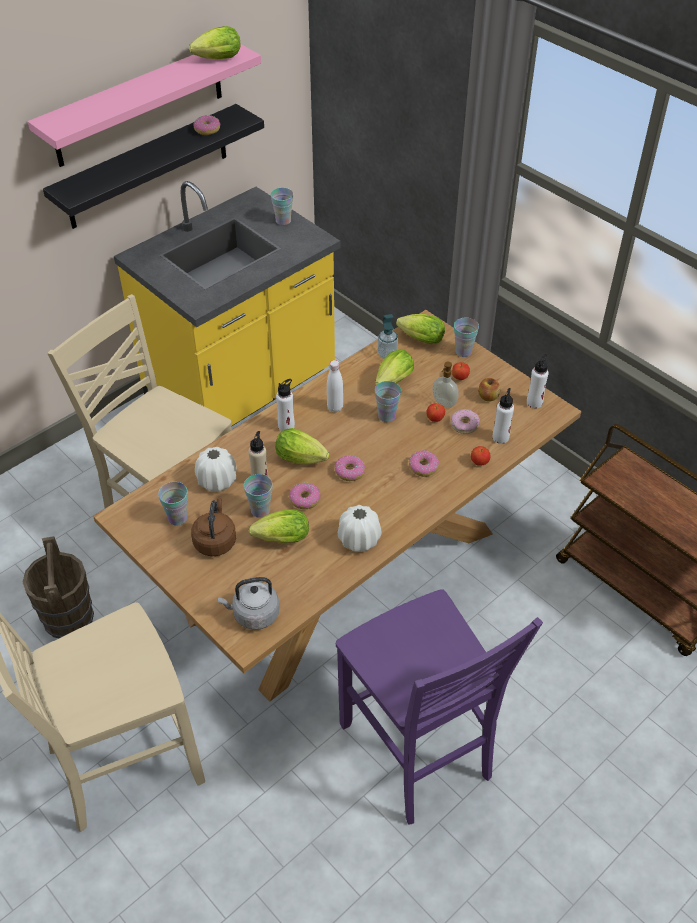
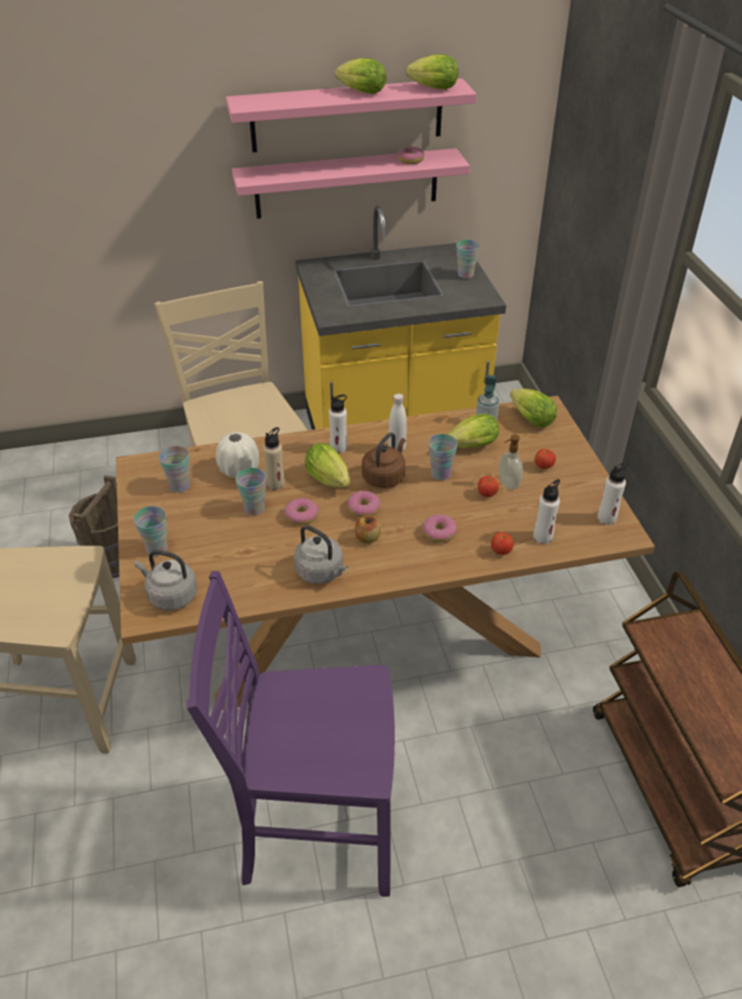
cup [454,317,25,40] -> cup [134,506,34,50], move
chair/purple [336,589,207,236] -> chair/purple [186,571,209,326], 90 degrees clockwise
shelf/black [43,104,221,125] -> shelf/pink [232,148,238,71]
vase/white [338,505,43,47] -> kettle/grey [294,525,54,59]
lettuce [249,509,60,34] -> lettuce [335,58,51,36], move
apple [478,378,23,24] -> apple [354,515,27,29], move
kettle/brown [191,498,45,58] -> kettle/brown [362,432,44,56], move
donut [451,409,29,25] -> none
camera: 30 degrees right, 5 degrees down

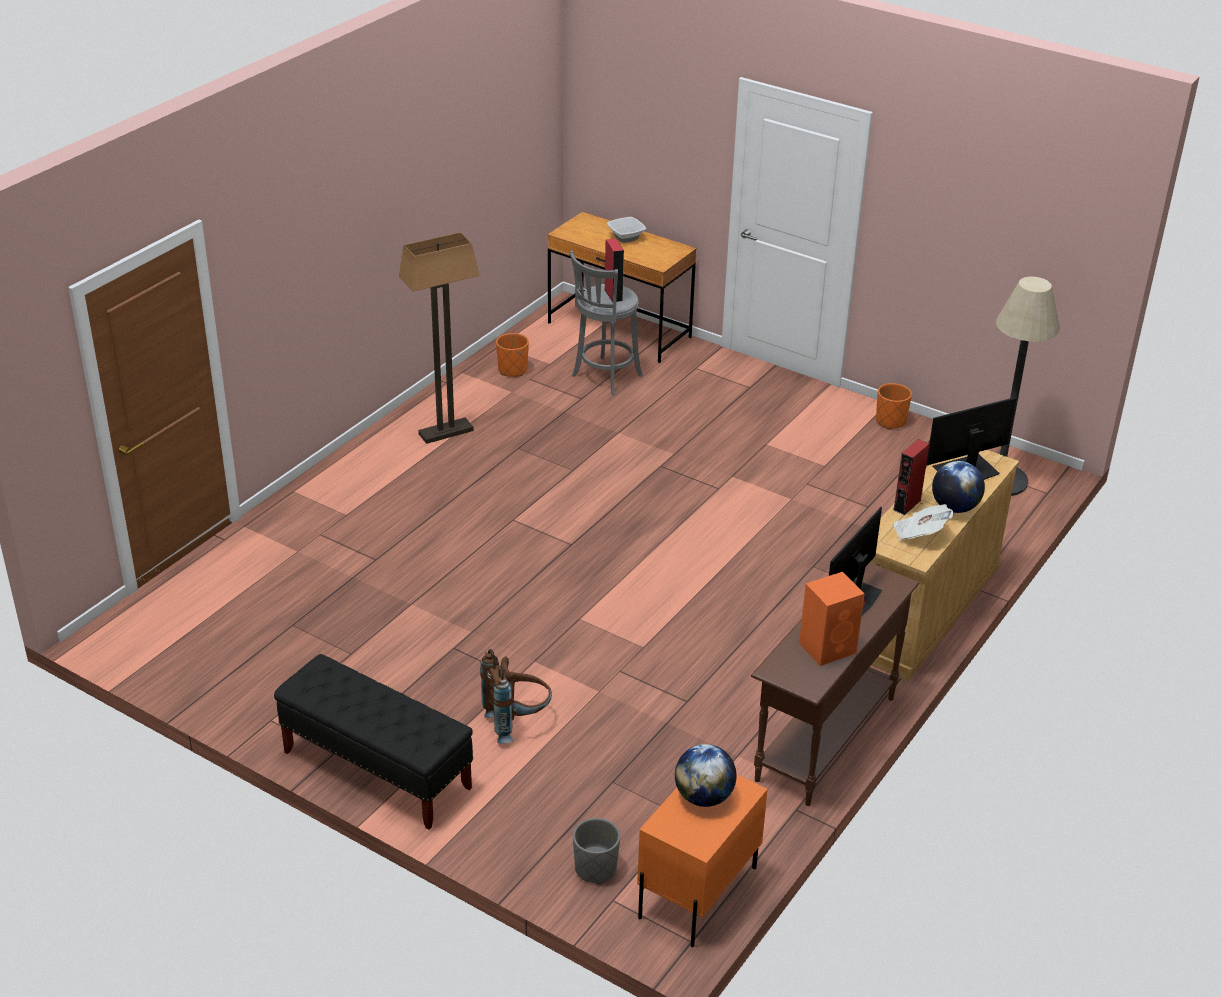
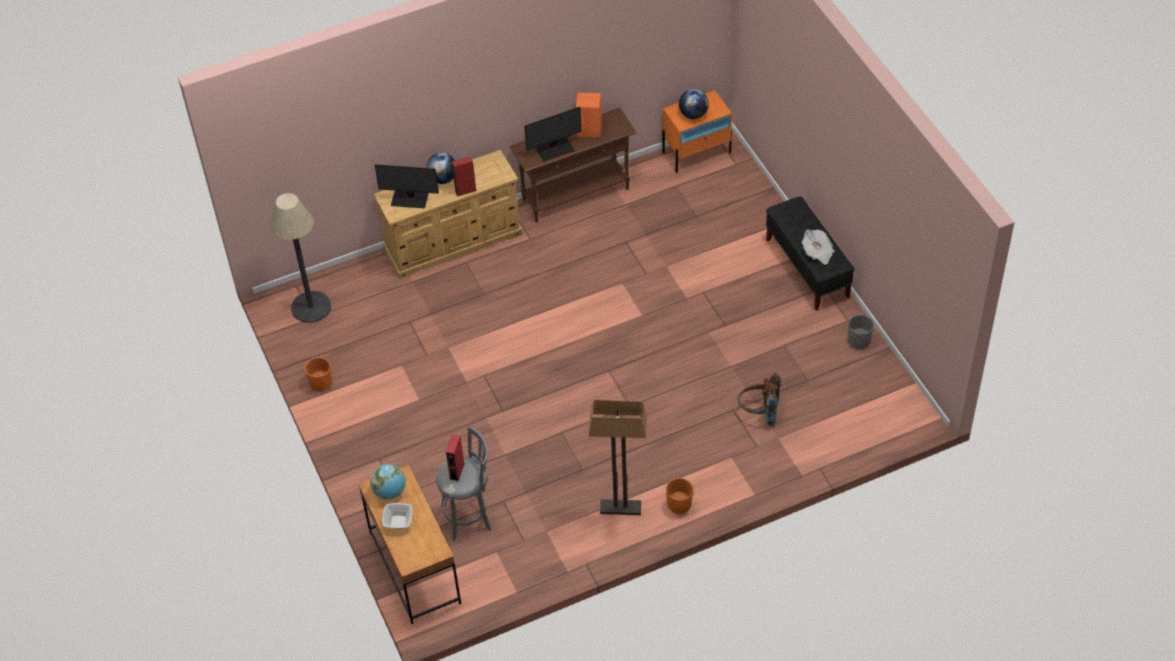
none -> globe [370,464,36,36]
planter/orange [496,333,33,44] -> planter/orange [666,478,27,37], move
backpack/brown [480,649,72,95] -> backpack/brown [738,373,43,53], move
newspaper [893,504,60,36] -> newspaper [802,230,33,35], move
planter/grey [573,818,47,67] -> planter/grey [848,314,26,35], move
camera: 145 degrees left, 15 degrees up

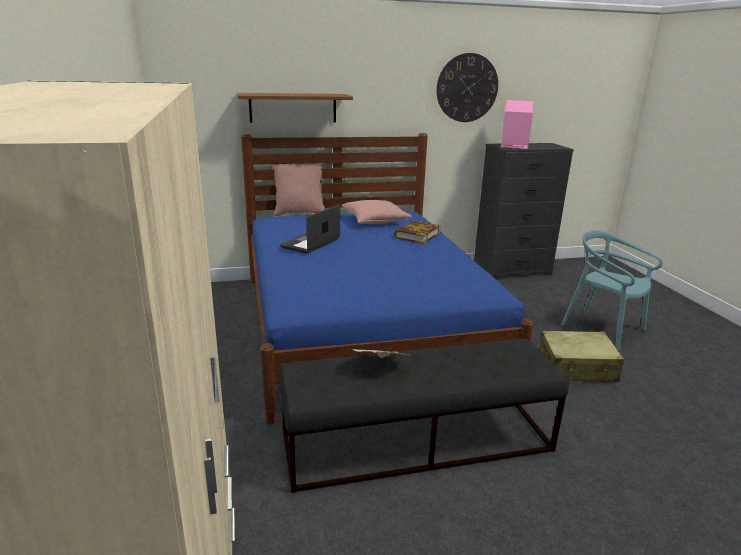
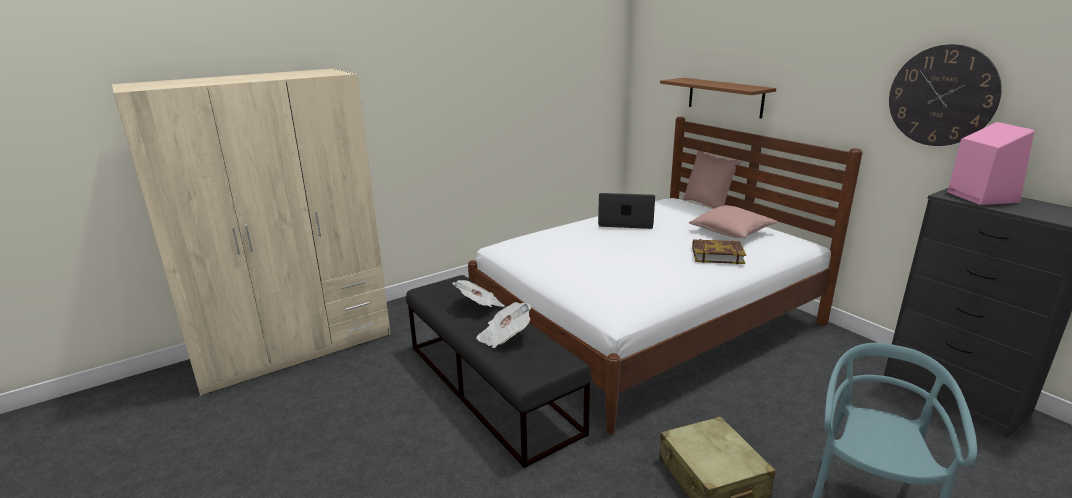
bed/blue [241,133,293,292] -> bed/white [468,117,395,317]
none -> newspaper [477,302,55,46]
camera: 70 degrees right, 0 degrees up

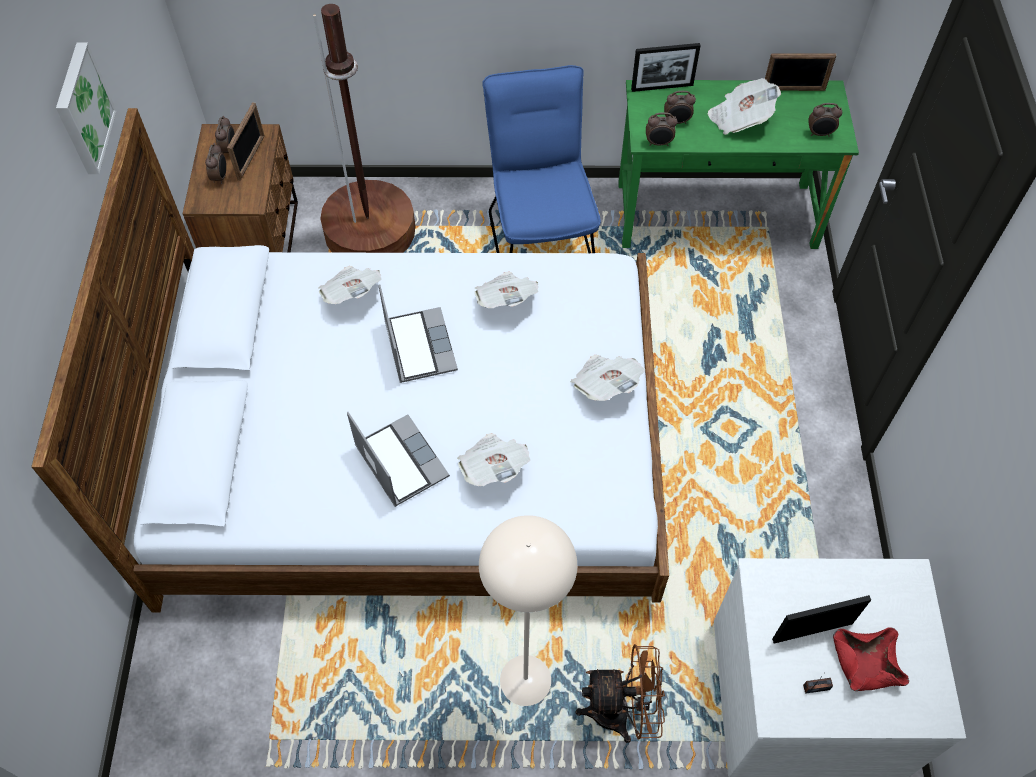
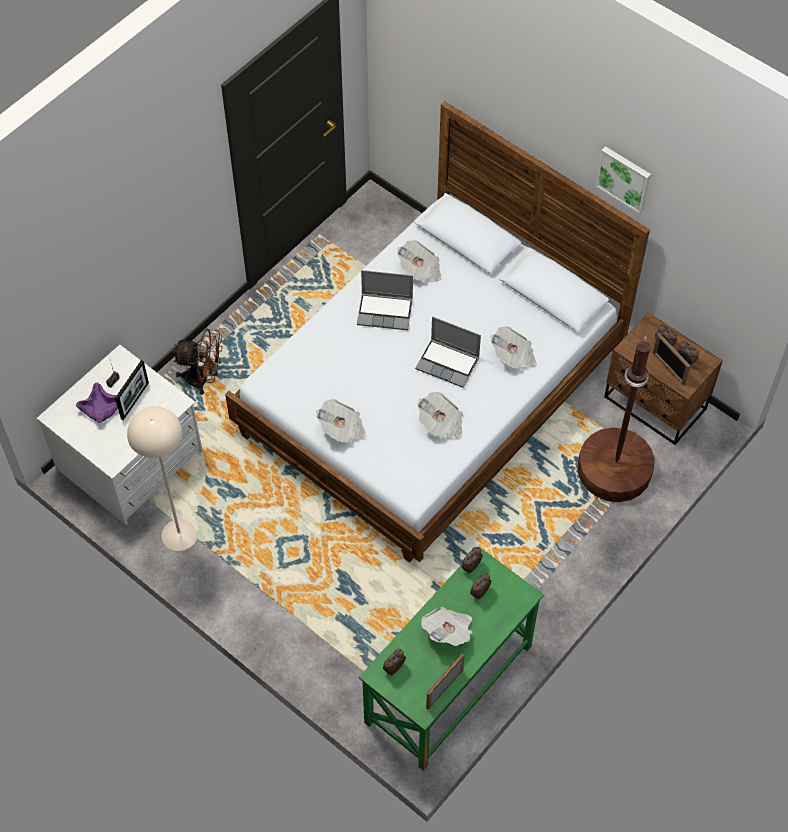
bowl/red [833,627,76,64] -> bowl/purple [76,383,42,40]
floor lamp/beige [479,515,98,191] -> floor lamp/beige [127,406,70,145], move
fan/brown [575,644,90,99] -> fan/brown [172,329,51,65], 120 degrees counterclockwise
newspaper [457,433,74,53] -> newspaper [397,240,45,42], move
chair/blue [482,65,119,188] -> none
picture frame [631,43,70,49] -> none
camera: 130 degrees right, 0 degrees up

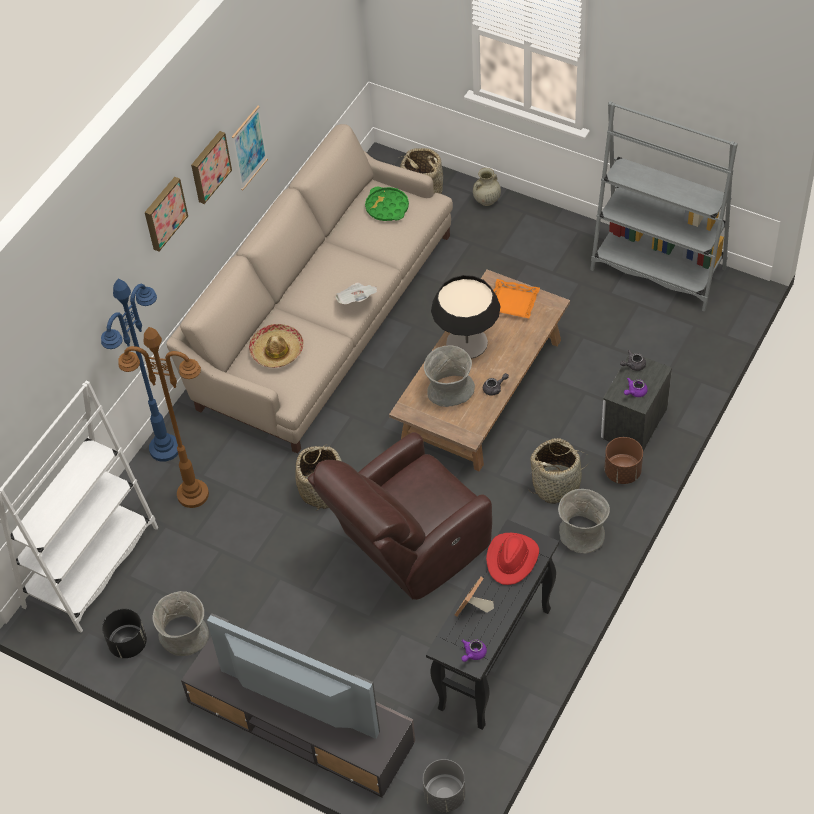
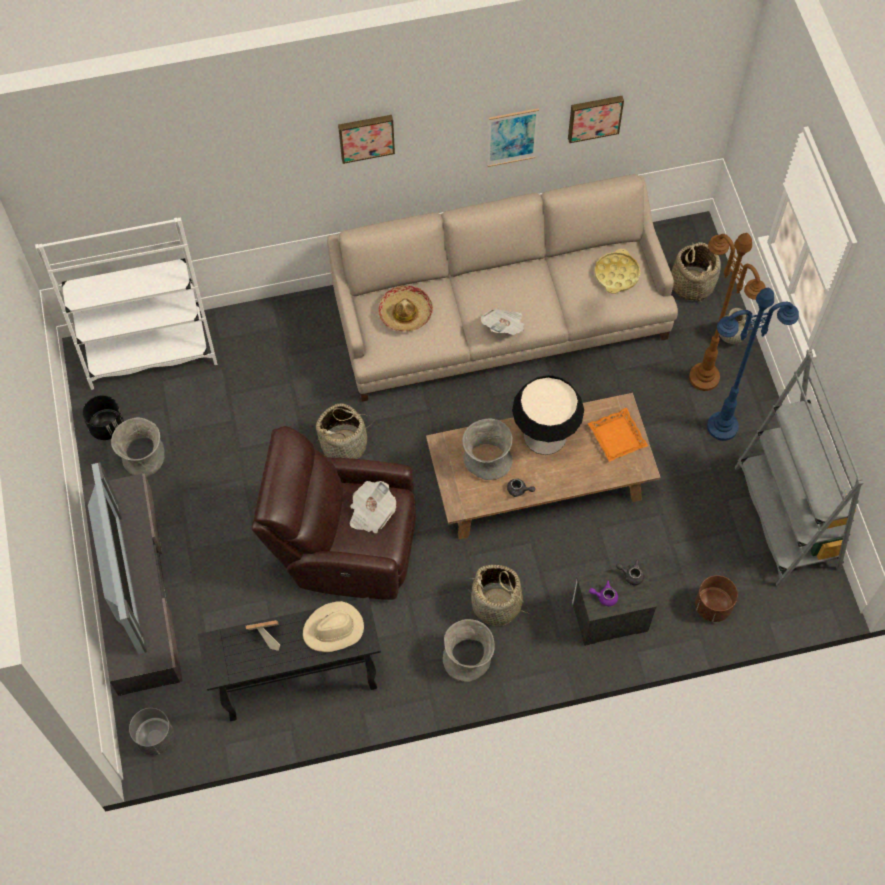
hat/red [486,533,53,52] -> hat/beige [303,601,61,51]
none -> newspaper [349,481,47,53]
picture [191,131,41,73] -> picture [568,96,56,47], move
tray/green [365,187,44,34] -> tray/yellow [595,249,45,45]
floor lamp/brown [118,327,91,181] -> floor lamp/brown [689,233,77,158], move
planter/brown [604,437,39,47] -> planter/brown [695,575,43,47], move
floor lamp/blue [101,279,77,183] -> floor lamp/blue [707,288,92,153], move
teapot/purple [461,639,26,23] -> none
camera: 45 degrees right, 10 degrees up

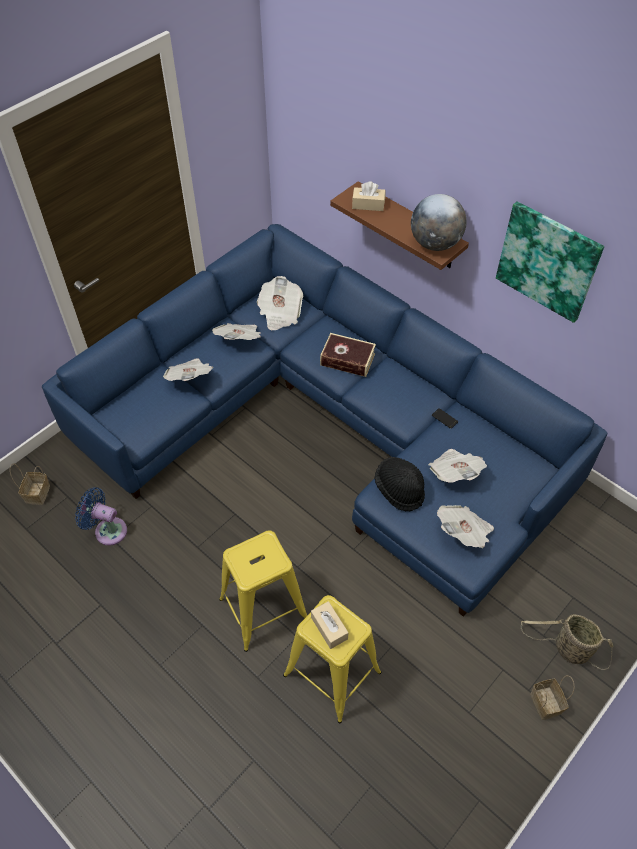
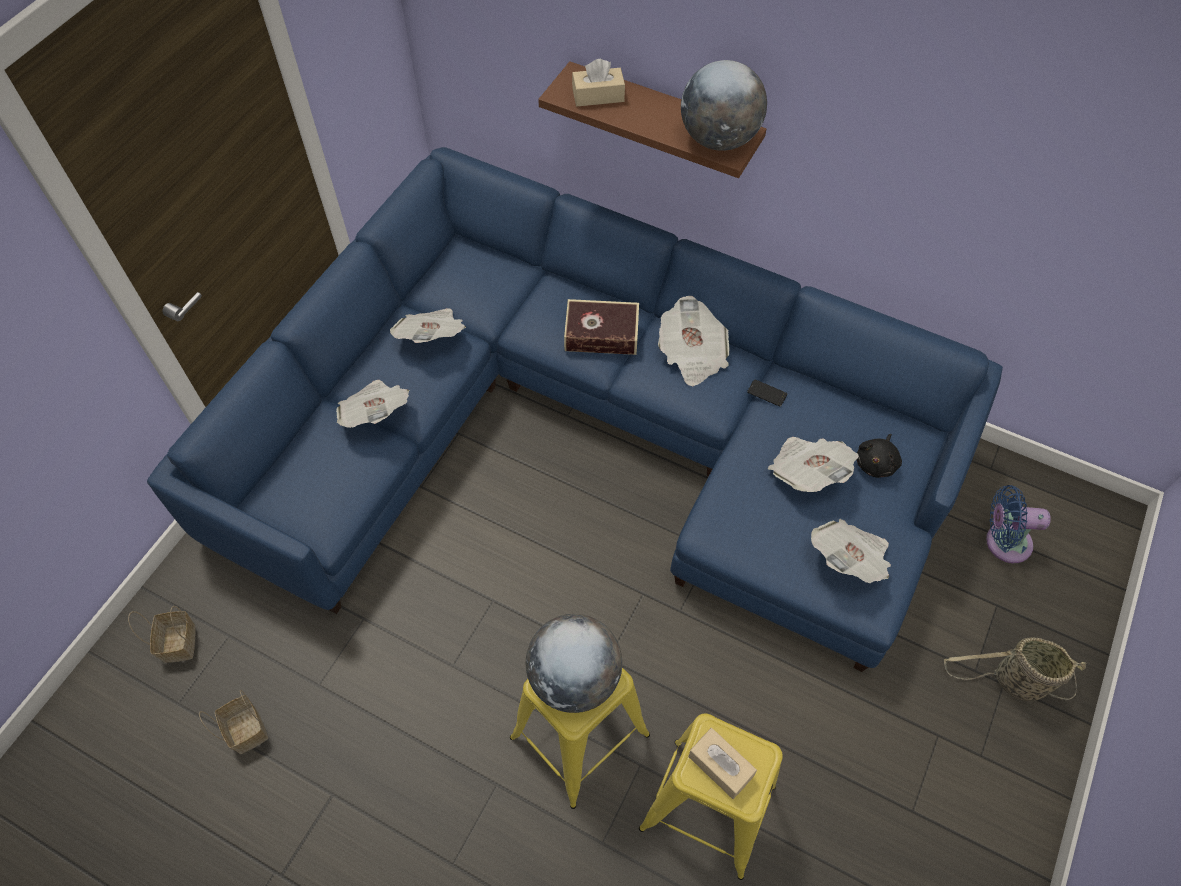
basket [530,675,44,45] -> basket [199,690,69,64], move
none -> globe [526,614,96,99]
newspaper [257,276,46,55] -> newspaper [658,296,72,90], move
none -> plush toy/black [857,434,45,44]
fan/blue [75,487,52,59] -> fan/blue [986,485,65,78], move
hat/black [375,457,50,54] -> none
picture [496,201,108,122] -> none
camera: 15 degrees left, 5 degrees up

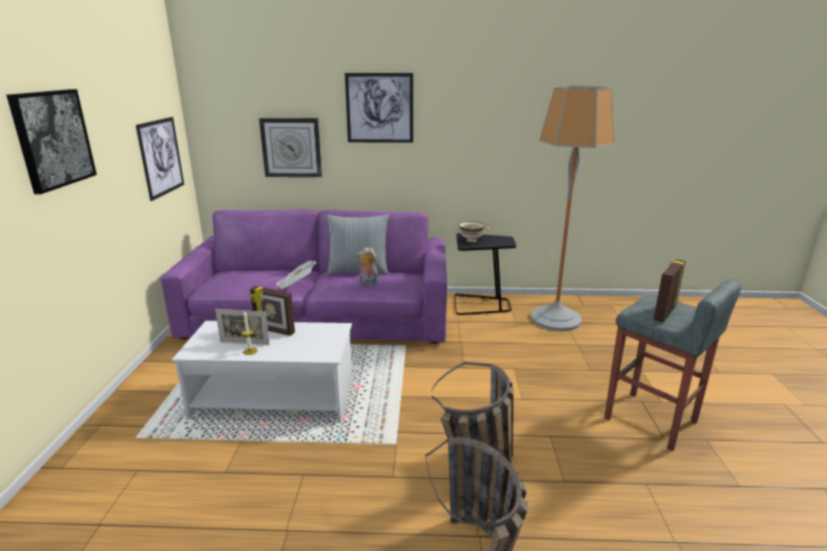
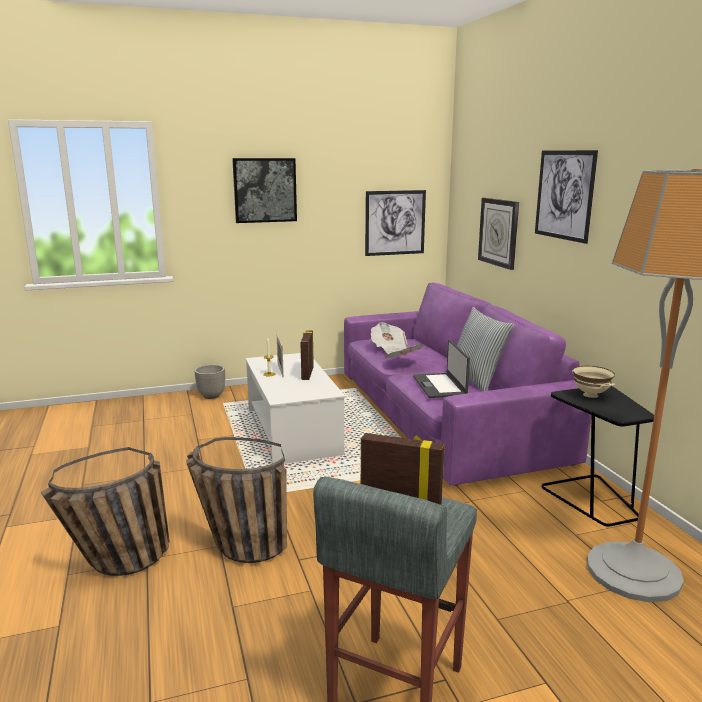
none -> planter [195,365,30,34]
none -> newspaper [371,322,36,32]
plush toy [356,247,23,38] -> laptop [413,340,57,58]
camera: 70 degrees right, 5 degrees down

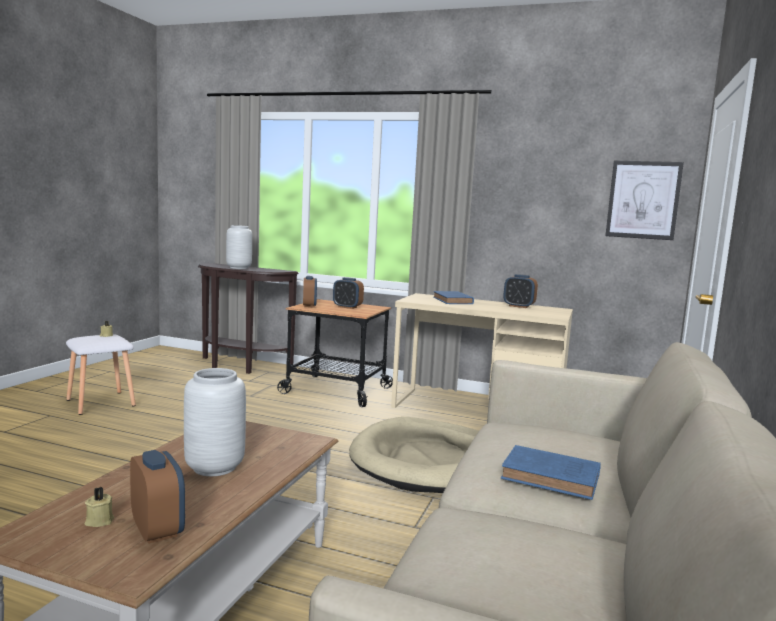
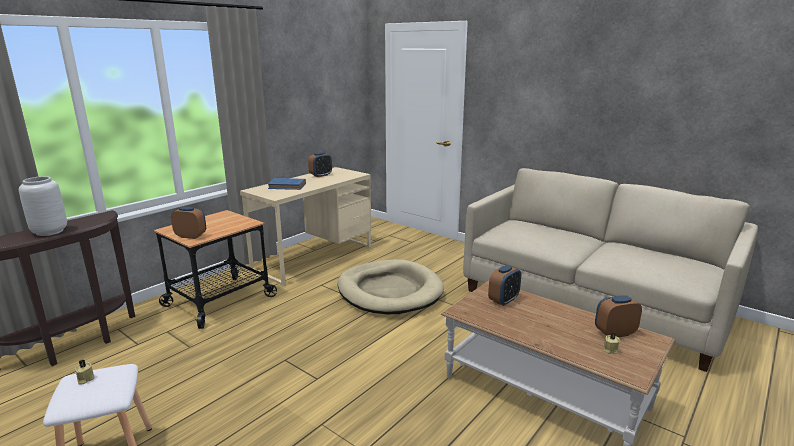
alarm clock [333,277,31,32] -> alarm clock [488,265,33,41], move
vase/grey [184,368,62,108] -> none
book/blue [501,445,100,55] -> none
picture [605,161,79,79] -> none
camera: 70 degrees left, 10 degrees up

